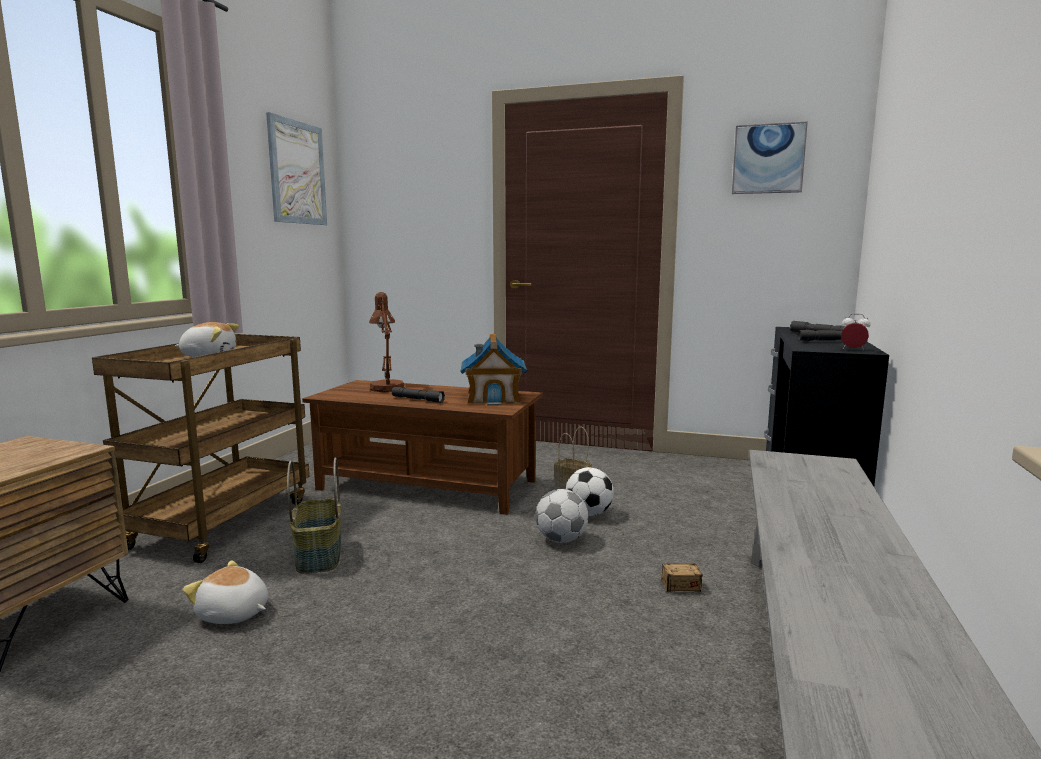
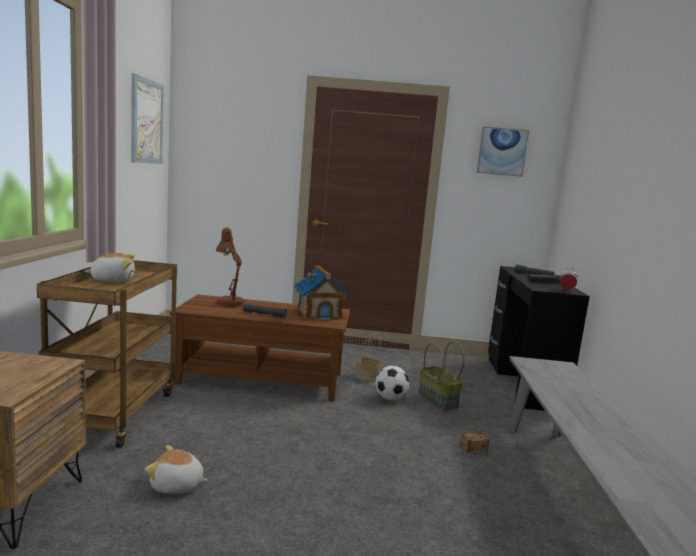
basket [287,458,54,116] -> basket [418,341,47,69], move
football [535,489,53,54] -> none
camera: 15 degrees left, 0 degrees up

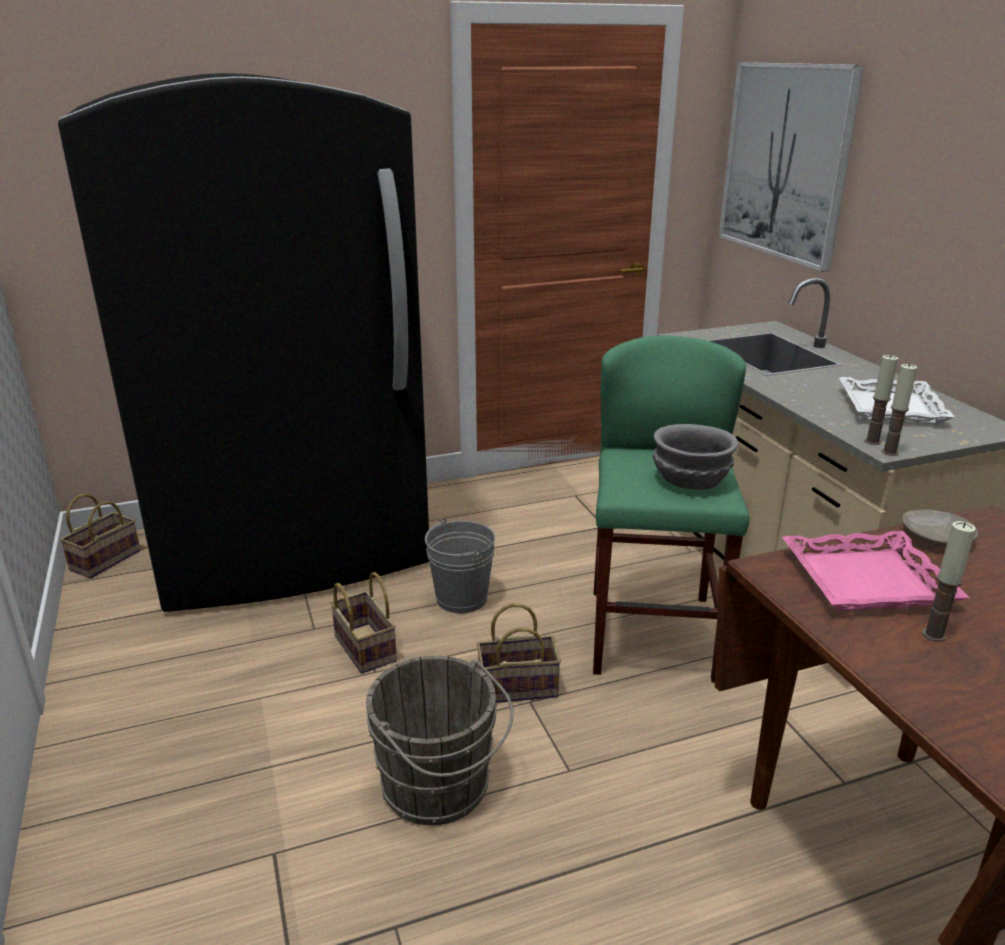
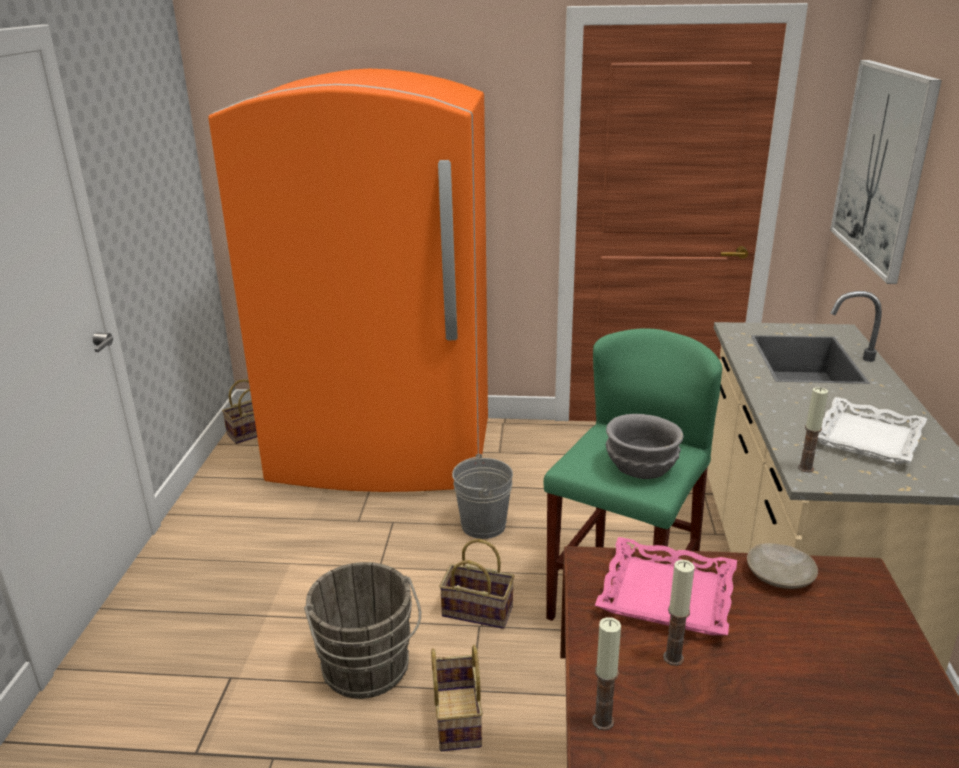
fridge/black [58,73,371,539] -> fridge/orange [208,69,280,423]
basket [330,572,67,102] -> basket [431,645,52,106], move
candle [882,363,35,93] -> candle [592,617,29,114], move
camera: 25 degrees right, 0 degrees up

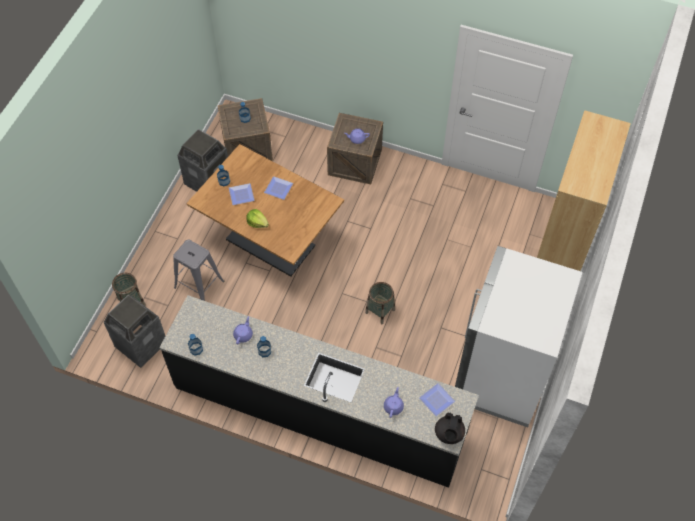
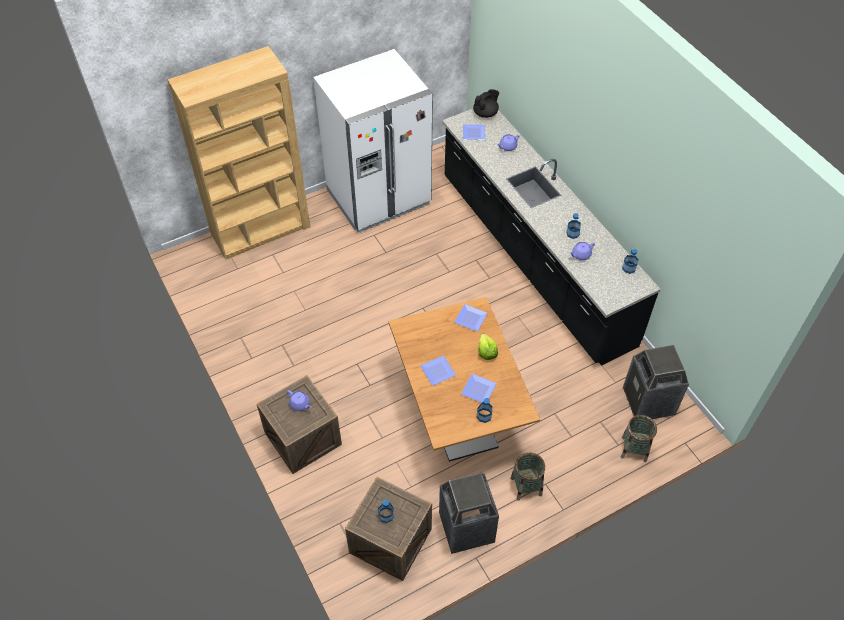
none -> plate [454,304,34,28]
basket [365,282,30,42] -> basket [511,453,34,48], move
stool/grey [173,239,51,62] -> none
camera: 140 degrees left, 5 degrees down

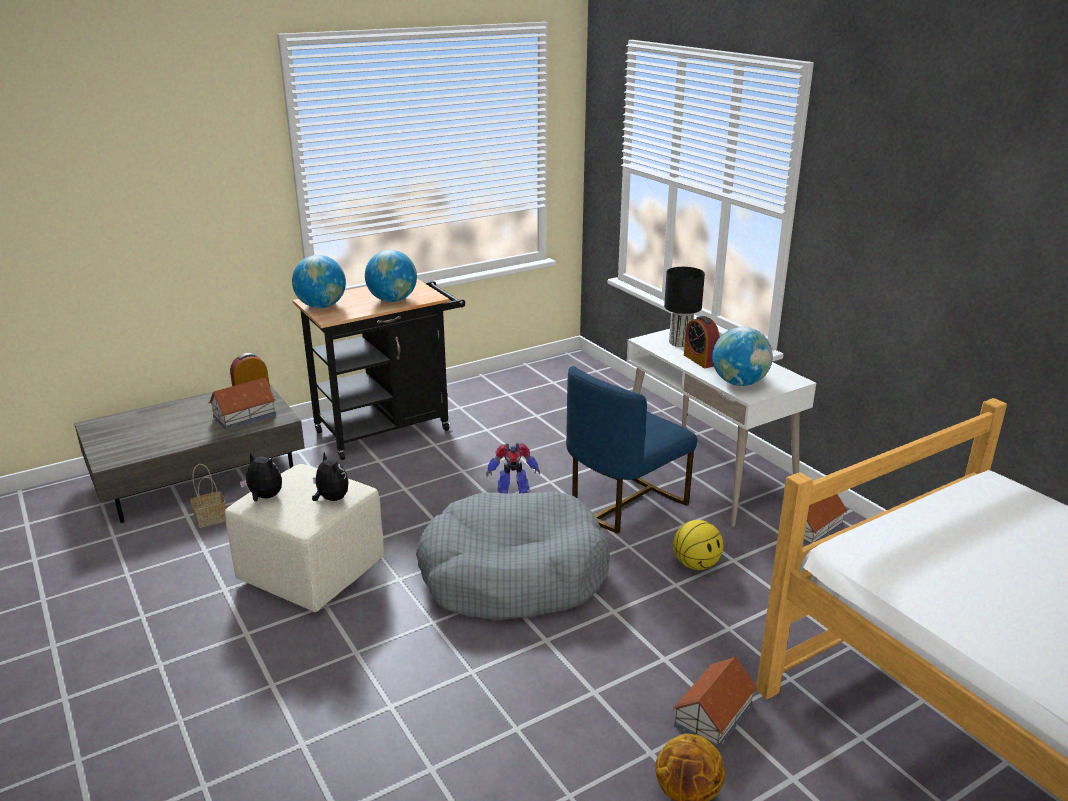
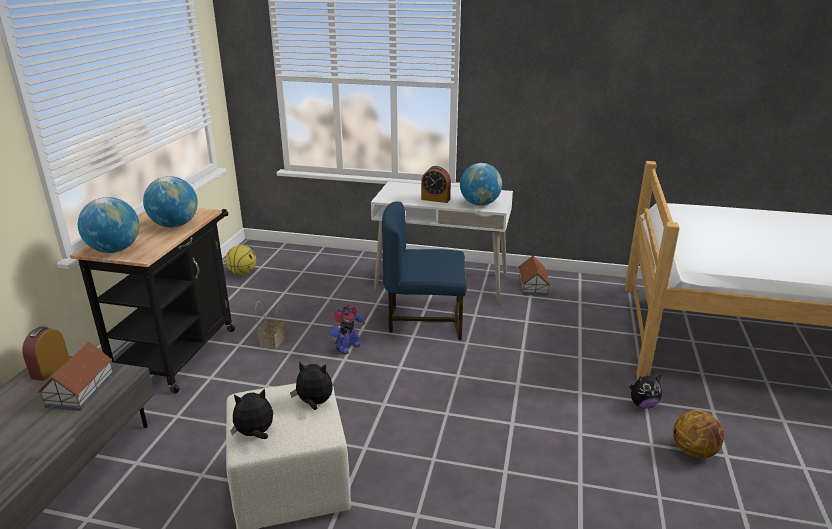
basketball [673,520,50,50] -> basketball [225,245,31,30], move
basket [190,464,36,64] -> basket [255,301,30,48], move
chair/blue [566,366,131,168] -> chair/blue [382,201,85,139], 90 degrees clockwise
toy house [673,657,84,93] -> plush toy [630,375,32,33]
dog bed/grey [416,491,194,130] -> none
table lamp/black [664,267,41,80] -> none
camera: 45 degrees left, 0 degrees up

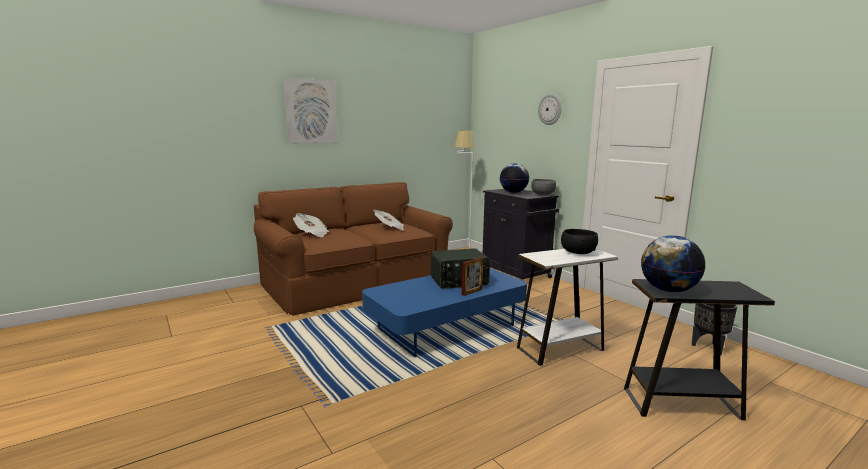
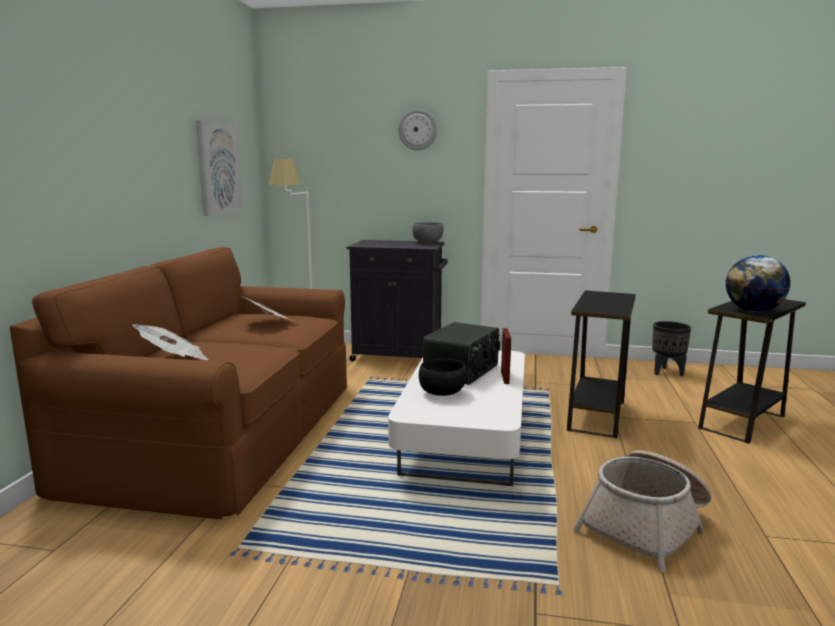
picture [283,77,55,66] -> picture [196,121,47,95], move
coffee table/blue [362,268,165,89] -> coffee table/white [388,350,137,136]
bowl/black [561,229,37,25] -> bowl/black [419,359,48,37], move
side table/white [517,249,101,117] -> side table/black [567,290,69,148]
none -> basket [573,450,138,123]
globe [500,164,29,29] -> none
camera: 45 degrees left, 0 degrees up

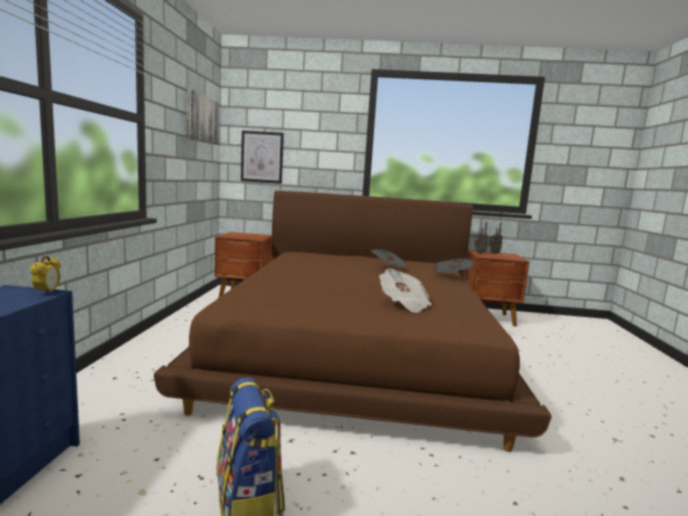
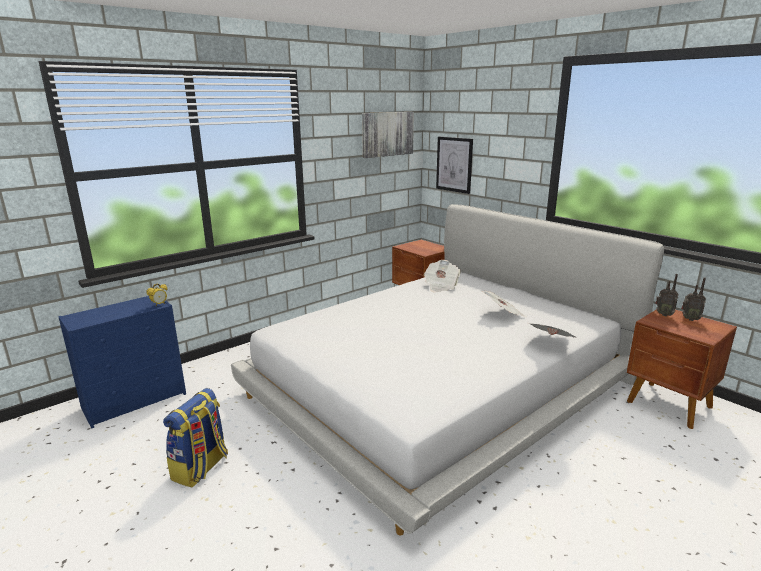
bed/brown [154,191,397,261] -> bed/white [231,204,433,332]
newspaper [379,269,53,44] -> newspaper [424,260,37,32], move
camera: 45 degrees right, 10 degrees up

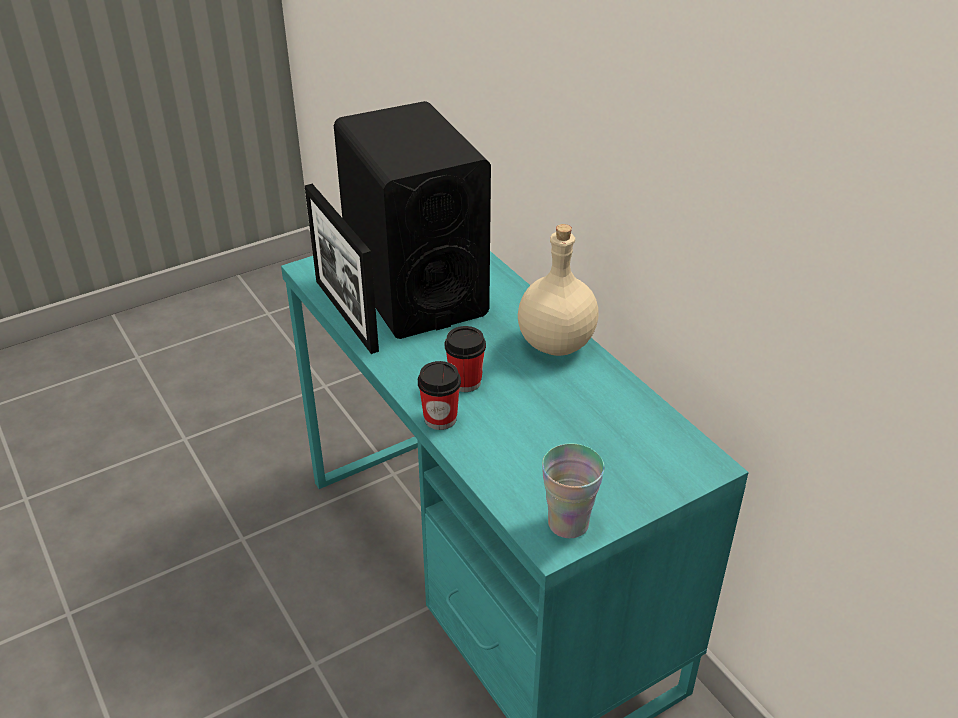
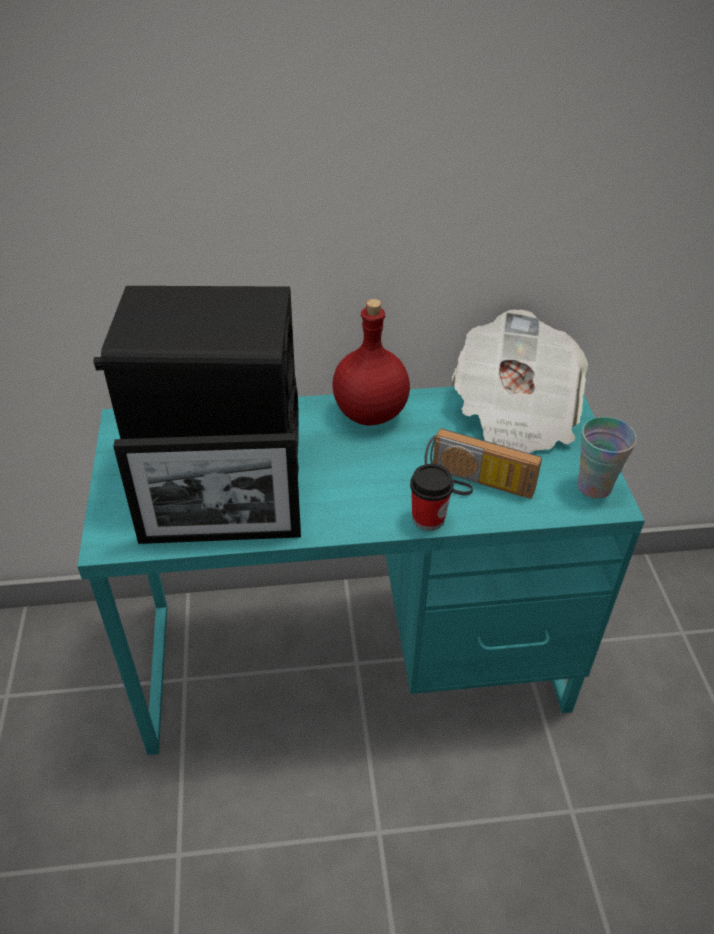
bottle/beige [518,224,80,132] -> bottle/red [333,299,77,127]
none -> radio [424,428,118,70]
none -> newspaper [452,310,136,143]
cup [445,326,41,66] -> none
camera: 65 degrees left, 5 degrees up

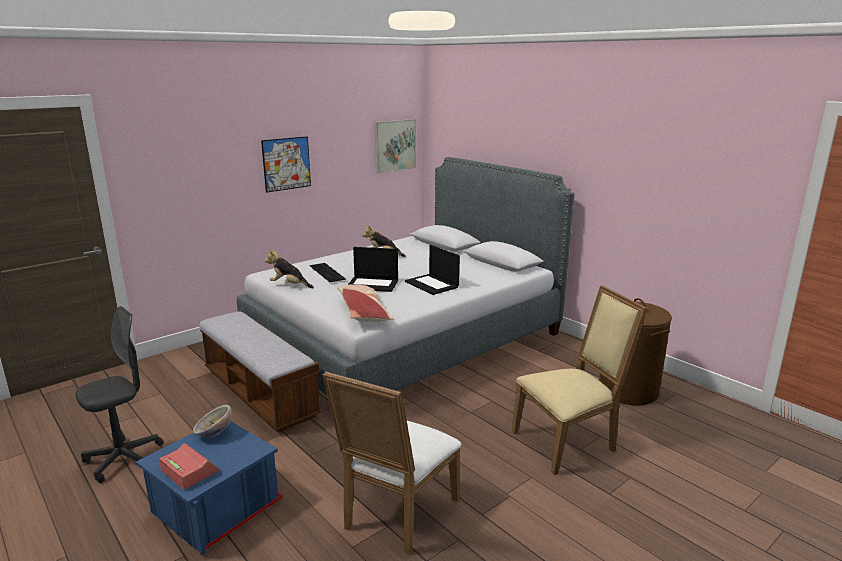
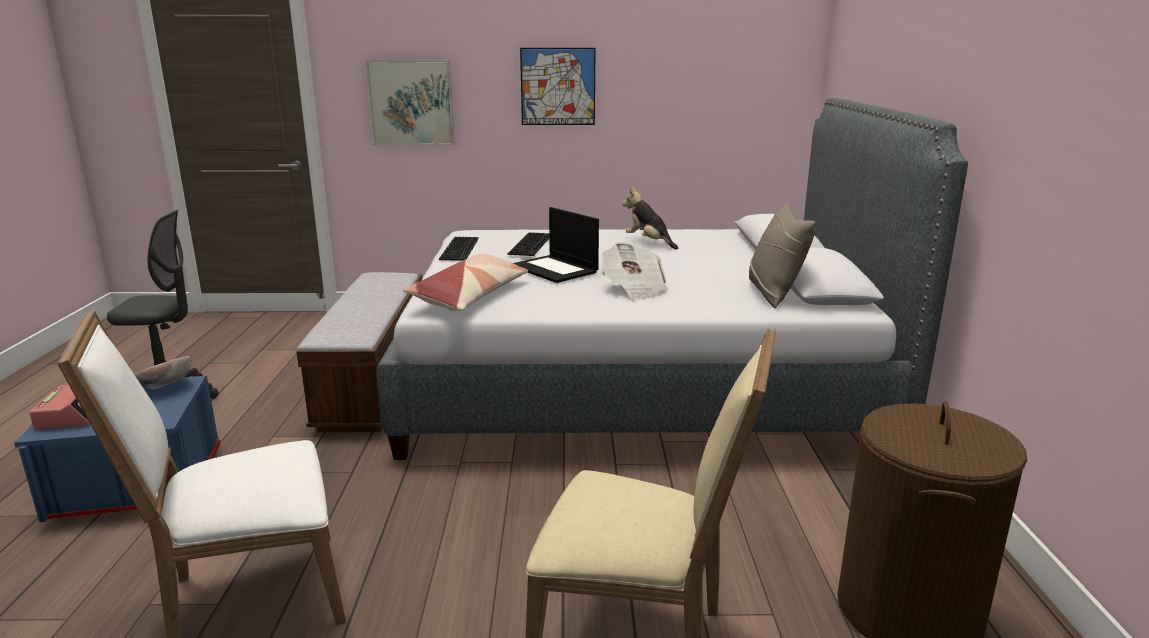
picture [375,119,41,55] -> picture [366,60,88,85], move
plush toy [264,249,50,40] -> keyboard [439,237,40,23]
laptop [405,245,55,50] -> newspaper [602,242,66,58]
none -> pillow/beige [749,202,66,106]
camera: 40 degrees right, 0 degrees up

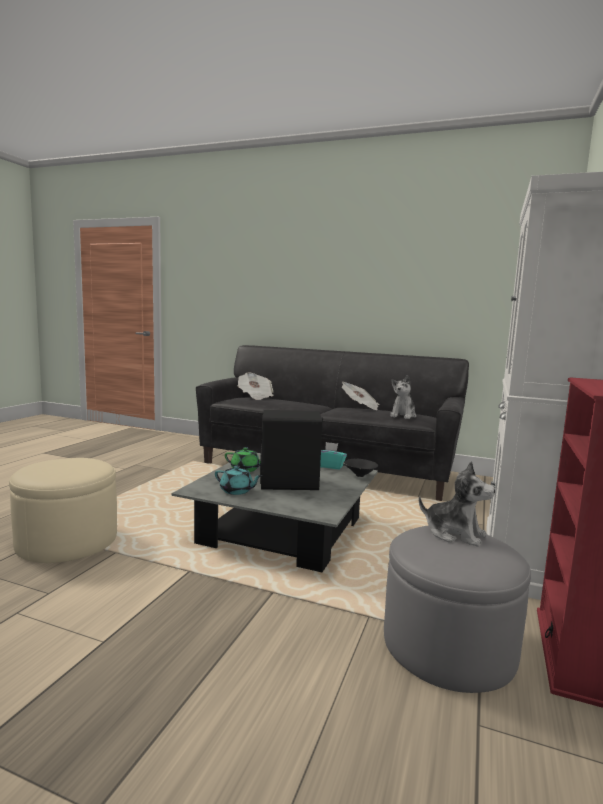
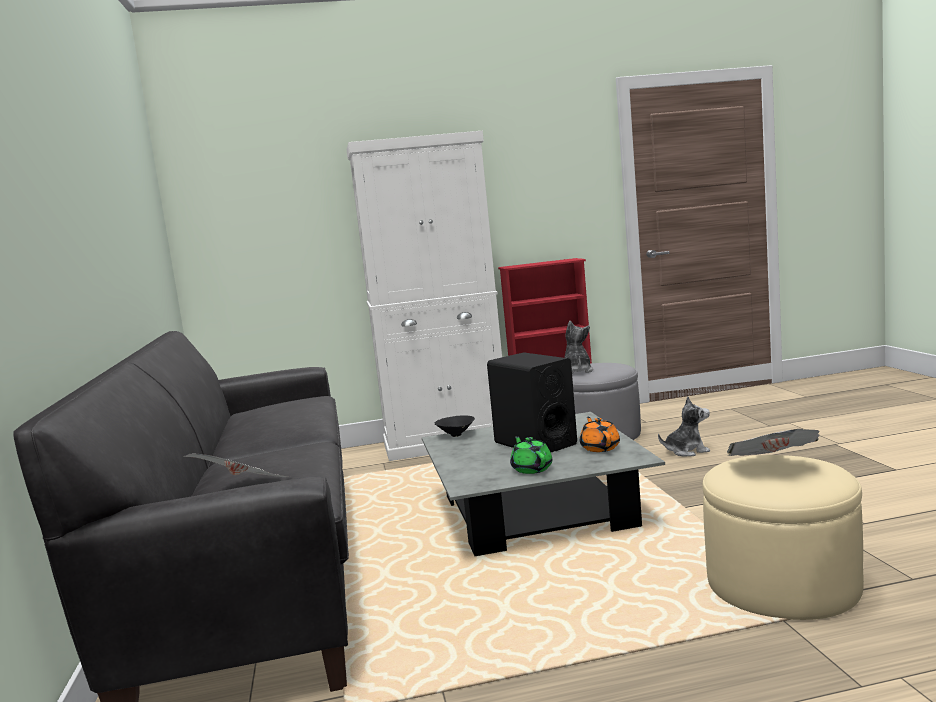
teapot/turquoise [215,466,47,29] -> teapot/orange [580,417,40,35]
plush toy [390,375,27,44] -> plush toy [658,396,52,60], move
newspaper [342,382,37,28] -> newspaper [727,429,93,27], move
tissue box/turquoise [320,442,27,27] -> none
camera: 120 degrees left, 0 degrees up

